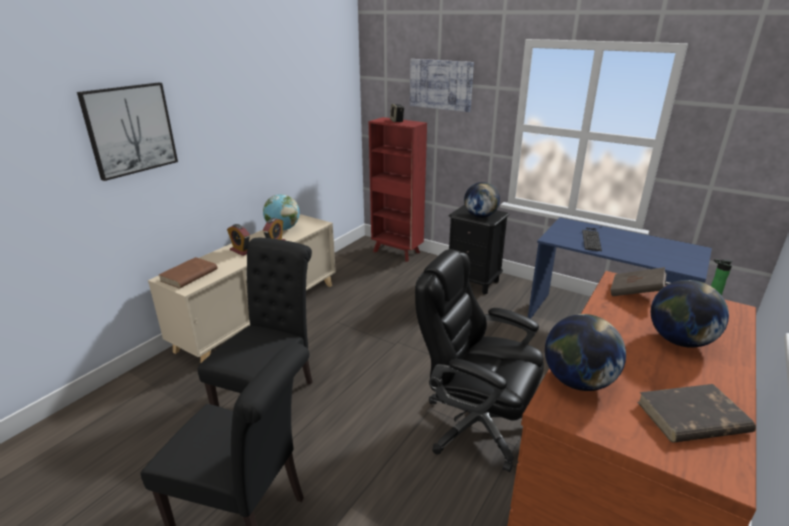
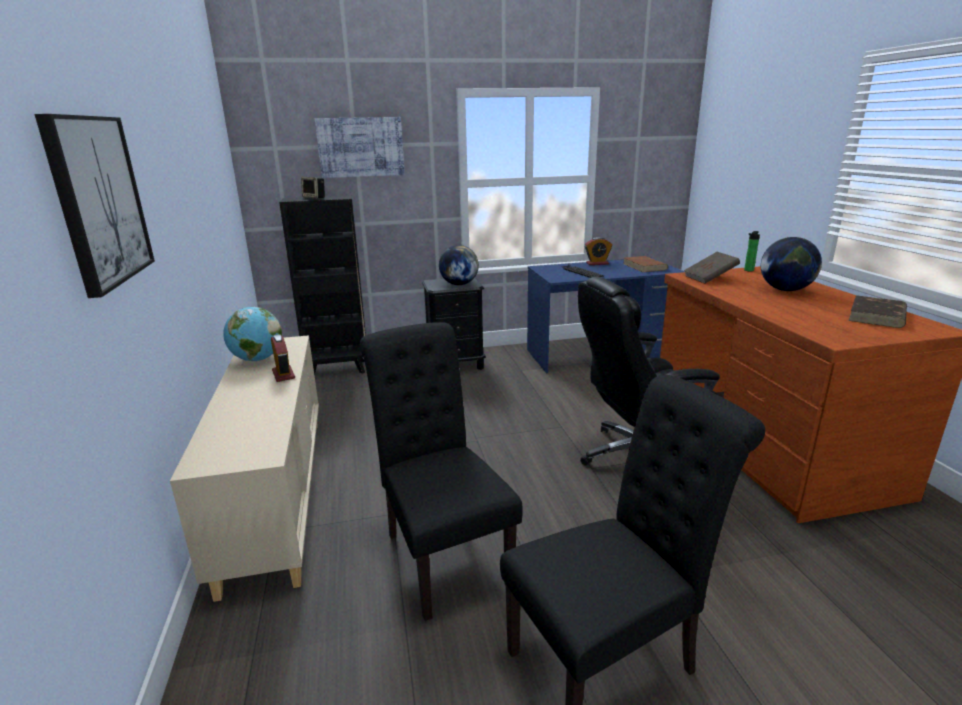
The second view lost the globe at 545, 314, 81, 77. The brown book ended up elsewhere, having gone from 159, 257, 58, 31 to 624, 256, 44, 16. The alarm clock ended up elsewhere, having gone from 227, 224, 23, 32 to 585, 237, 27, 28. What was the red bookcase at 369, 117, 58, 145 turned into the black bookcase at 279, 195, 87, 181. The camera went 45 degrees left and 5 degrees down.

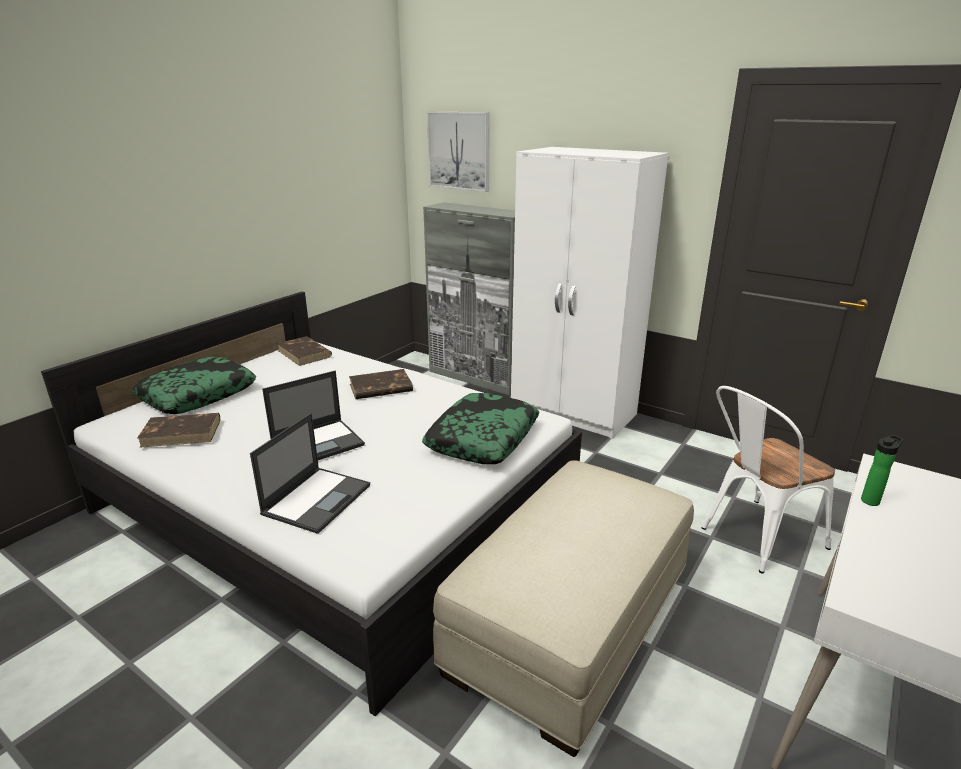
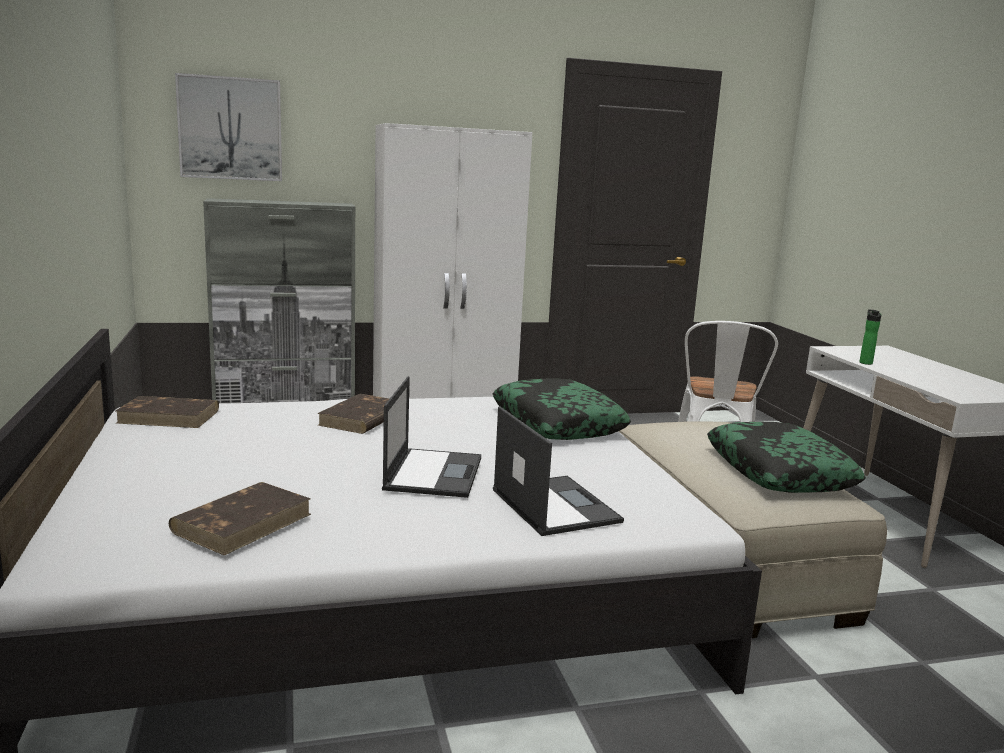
The pillow ended up elsewhere, having gone from 132, 357, 124, 57 to 707, 422, 159, 71. The camera went 50 degrees left and 10 degrees down.

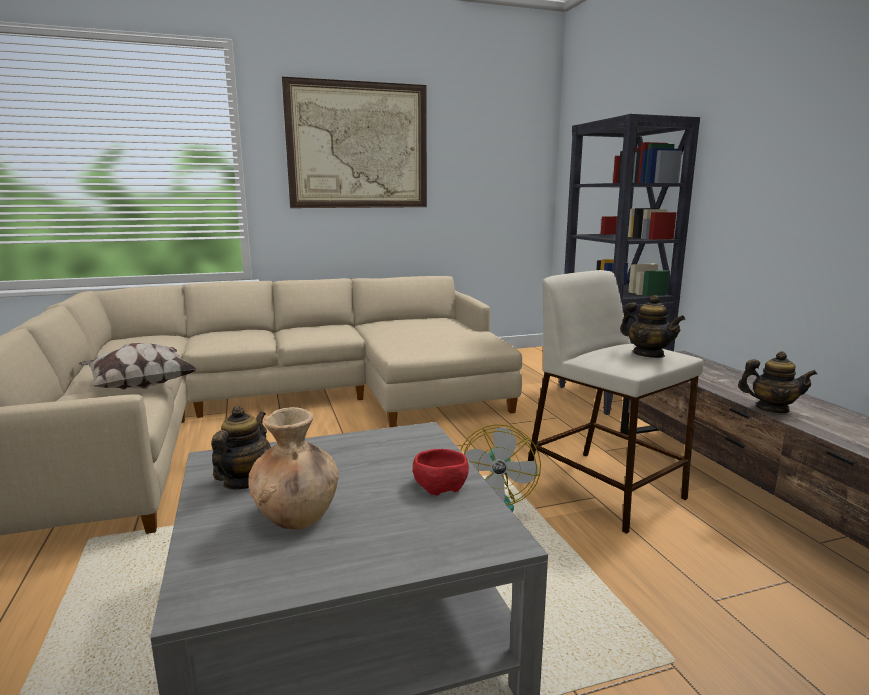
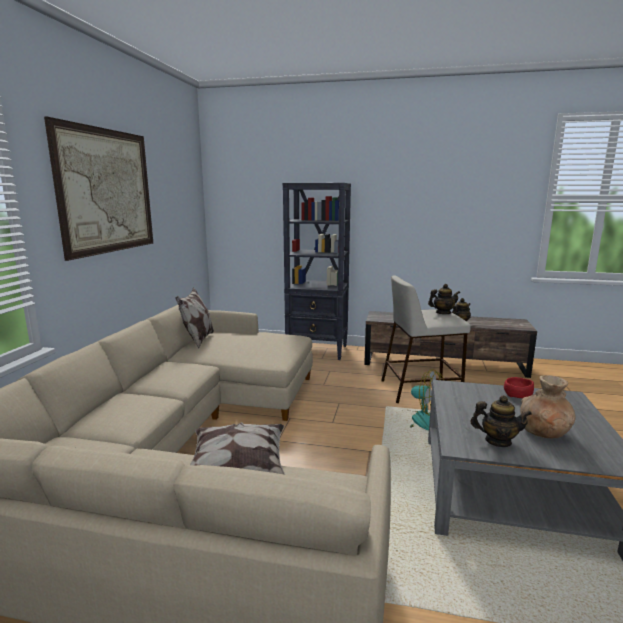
The second view gained the pillow at 175, 288, 39, 61. The teapot at 211, 405, 60, 85 ended up facing another way, 150 degrees clockwise from before. The camera went 60 degrees left and 0 degrees up.

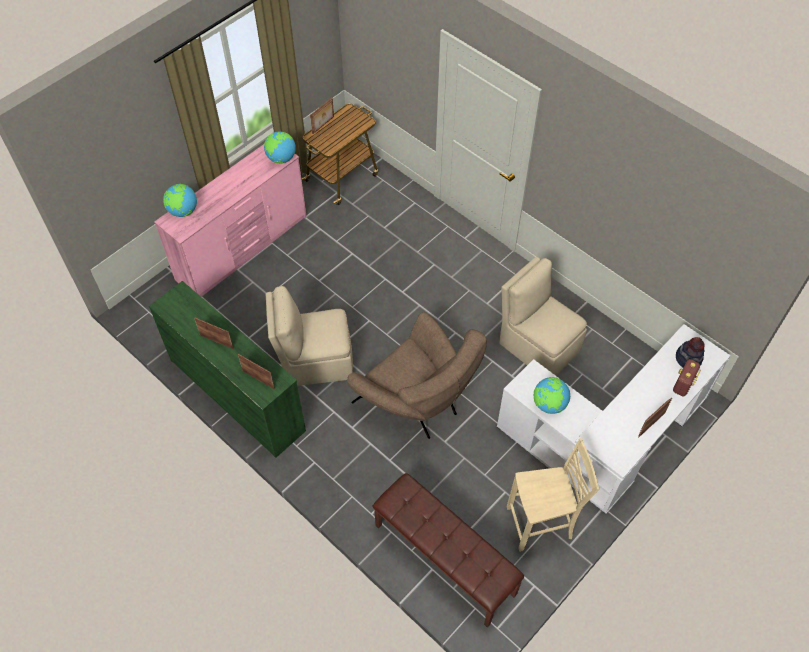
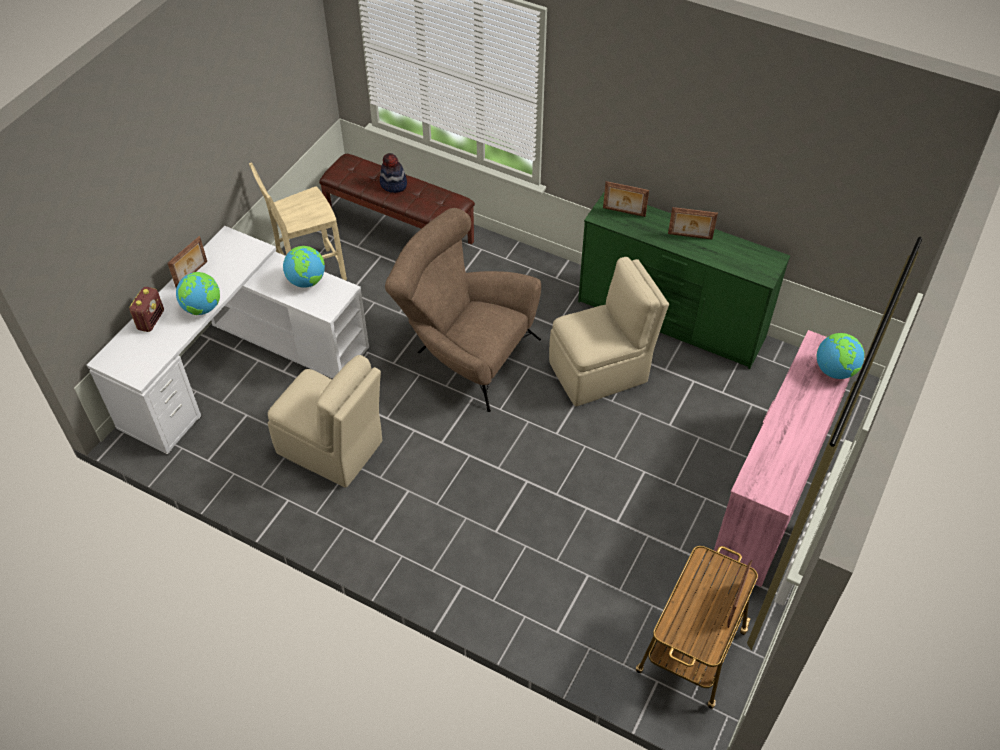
The globe ended up elsewhere, having gone from 264, 132, 32, 32 to 176, 272, 44, 43. The hat ended up elsewhere, having gone from 676, 337, 29, 30 to 379, 153, 28, 40. The camera went 165 degrees right and 5 degrees down.

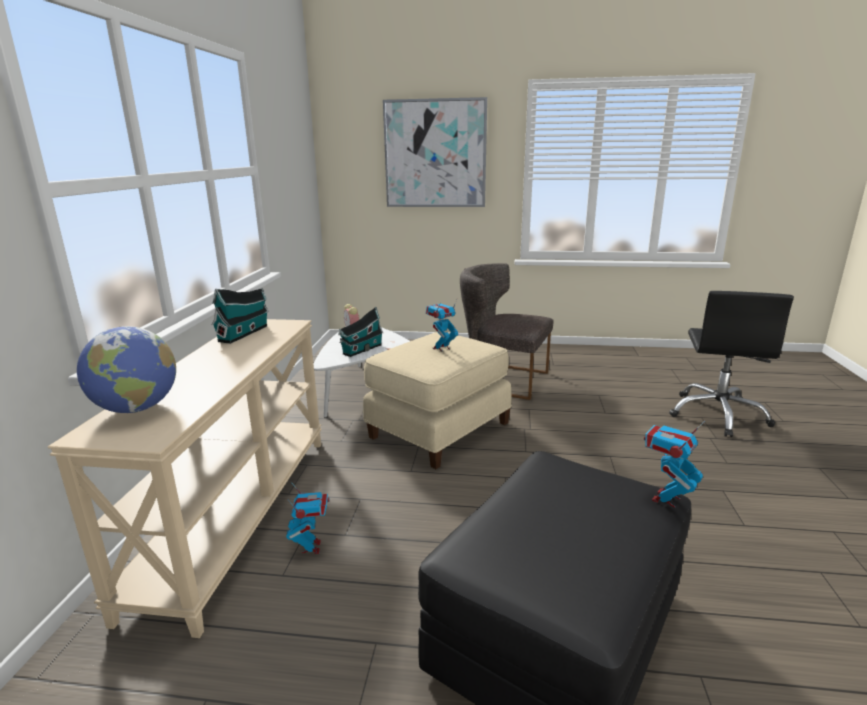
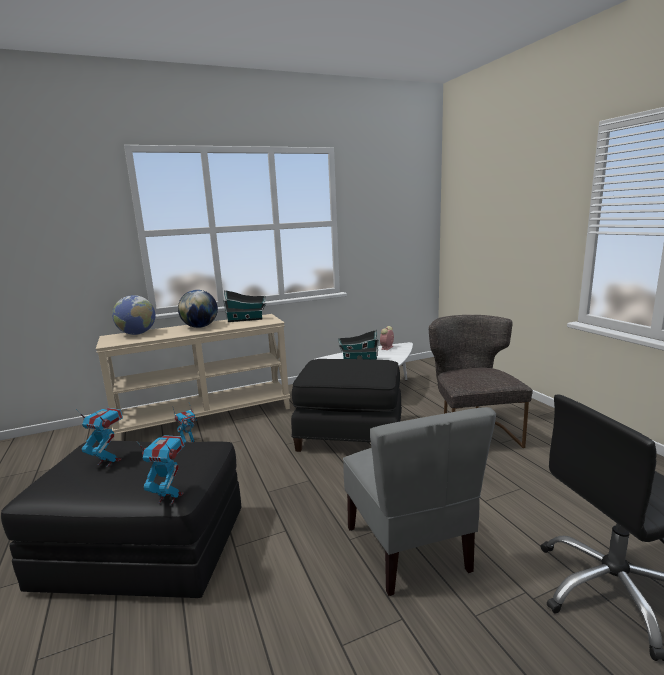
The second view lost the picture at 383, 97, 104, 110. The second view gained the globe at 178, 290, 40, 38. The second view gained the grey chair at 343, 407, 153, 189. The toy robot ended up elsewhere, having gone from 426, 300, 32, 52 to 76, 408, 47, 59. What was the beige ottoman at 363, 332, 149, 137 turned into the black ottoman at 291, 359, 111, 93. The camera went 60 degrees right and 5 degrees down.

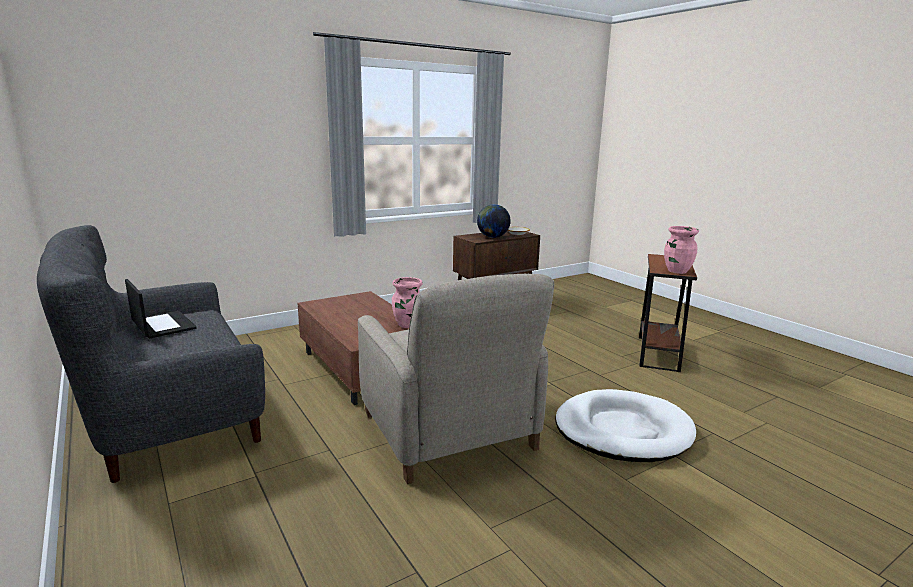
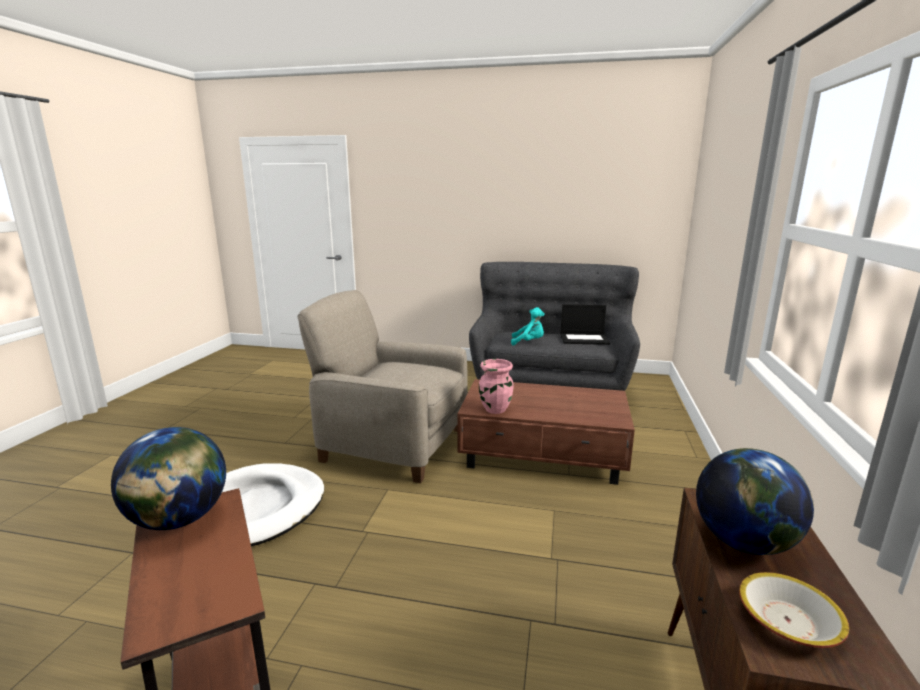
The second view gained the turquoise plush toy at 511, 307, 34, 38. Where the pink vase stood at 664, 226, 35, 48, the globe came to stand at 111, 427, 115, 103. The camera went 135 degrees right and 0 degrees up.

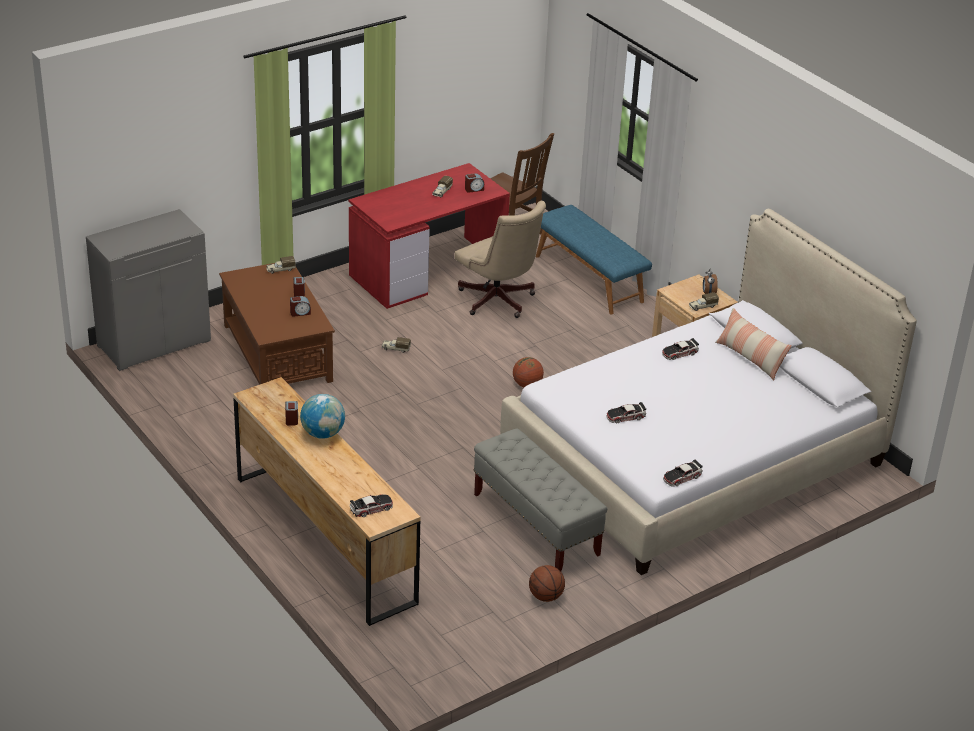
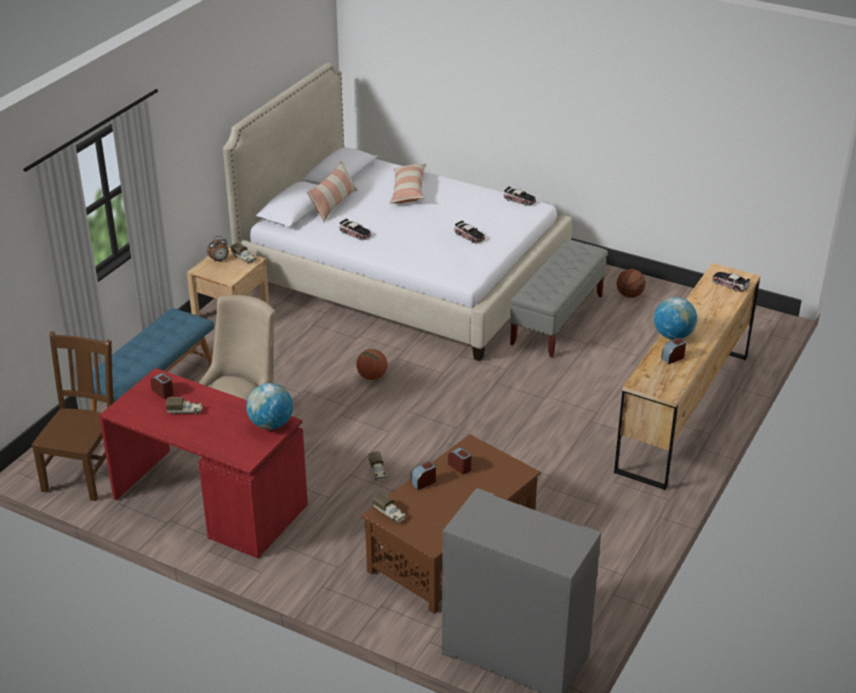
The second view gained the globe at 246, 383, 47, 47. The second view gained the pillow at 390, 164, 36, 40. The camera went 115 degrees left and 0 degrees up.

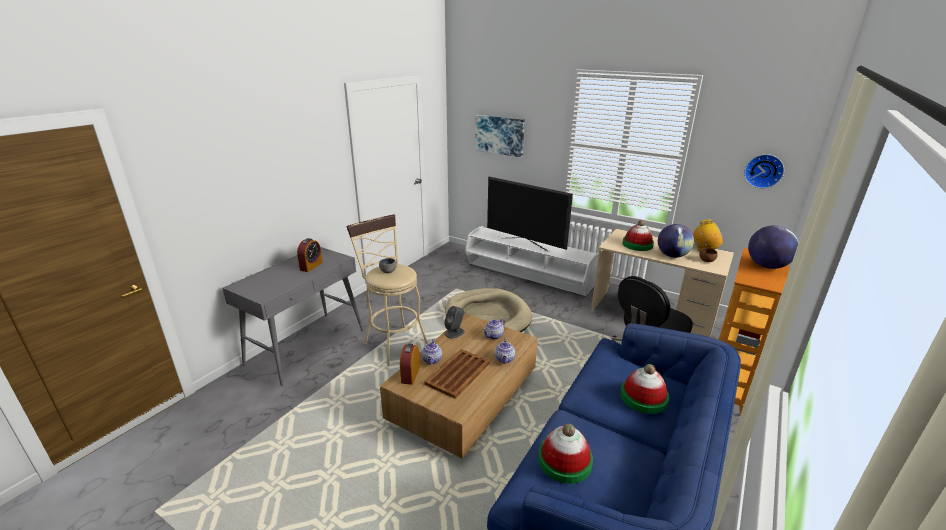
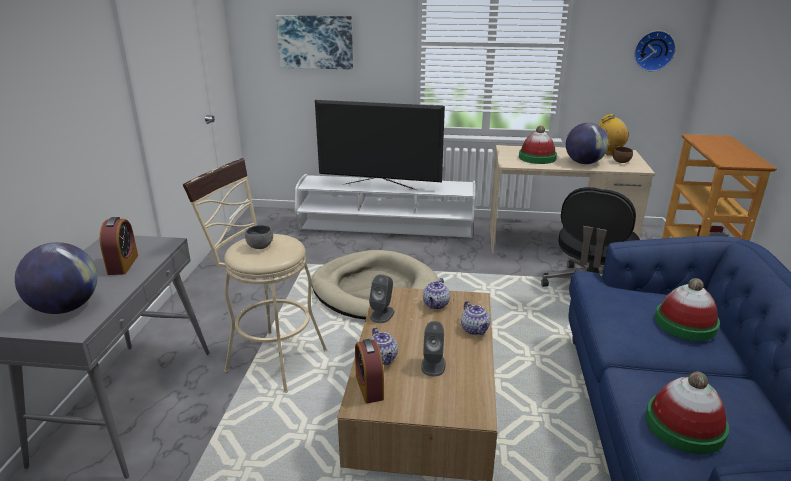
The globe ended up elsewhere, having gone from 748, 225, 51, 44 to 15, 242, 82, 72. Where the brown tray stood at 425, 349, 65, 50, the grey speaker came to stand at 421, 321, 25, 55. The camera went 25 degrees left and 0 degrees up.

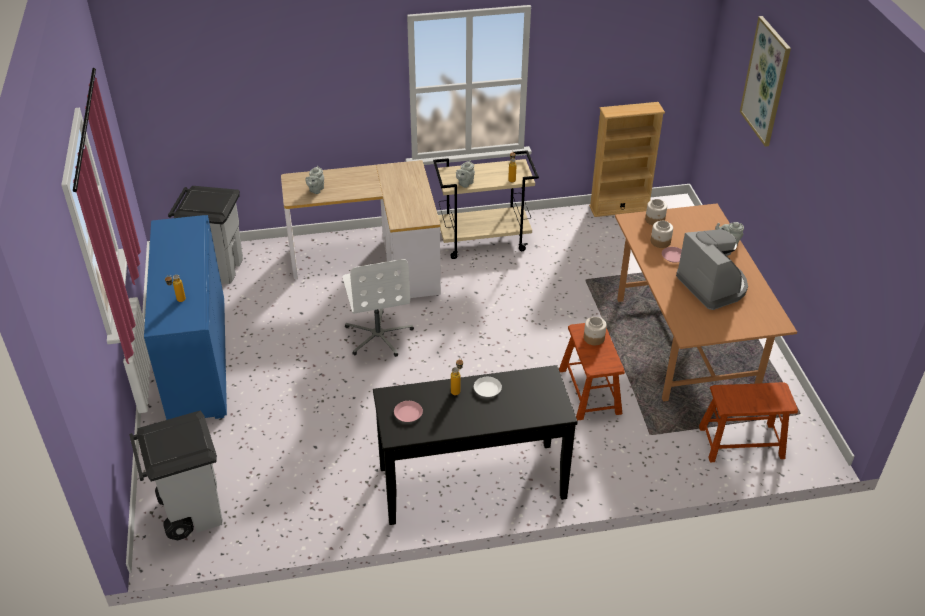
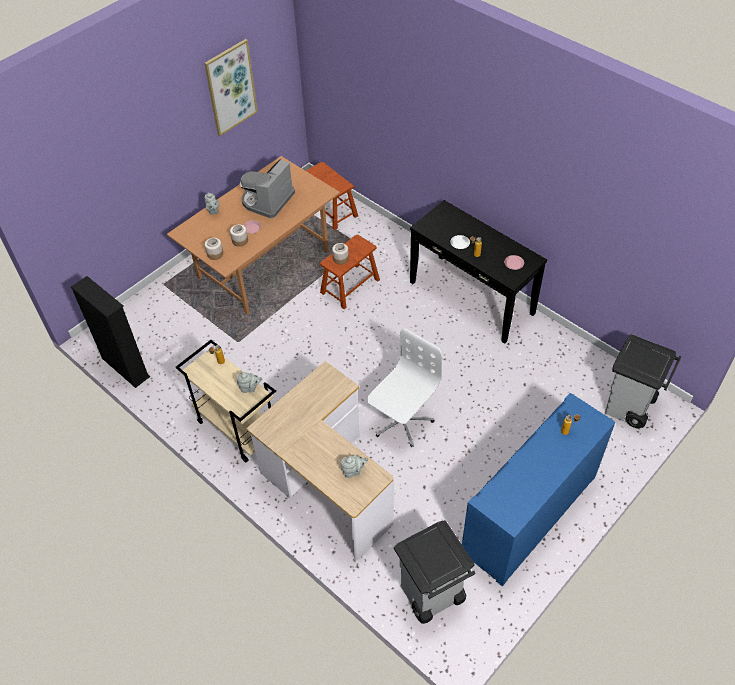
The picture ended up elsewhere, having gone from 740, 16, 51, 131 to 204, 39, 54, 97. What was the beige bookcase at 589, 102, 76, 115 turned into the black bookcase at 71, 276, 79, 112. The camera went 125 degrees left and 10 degrees up.

